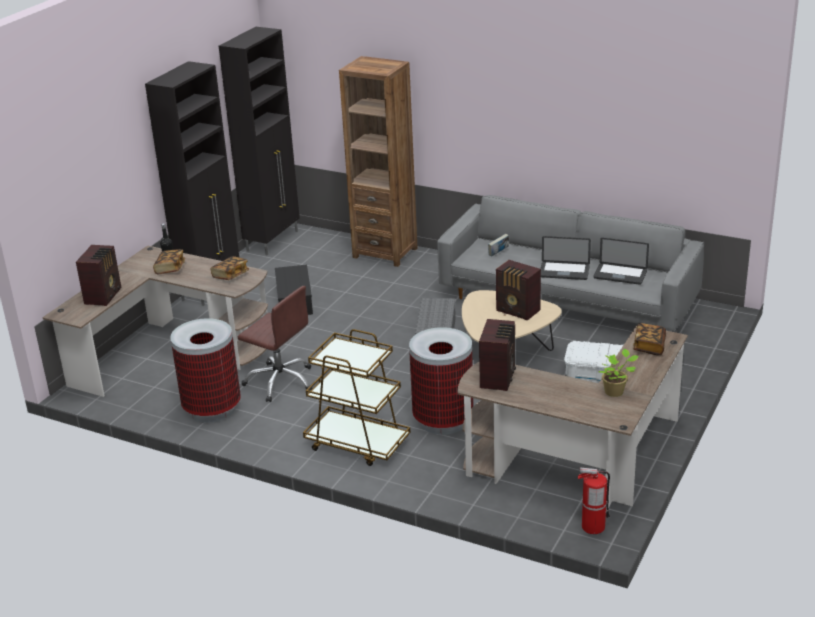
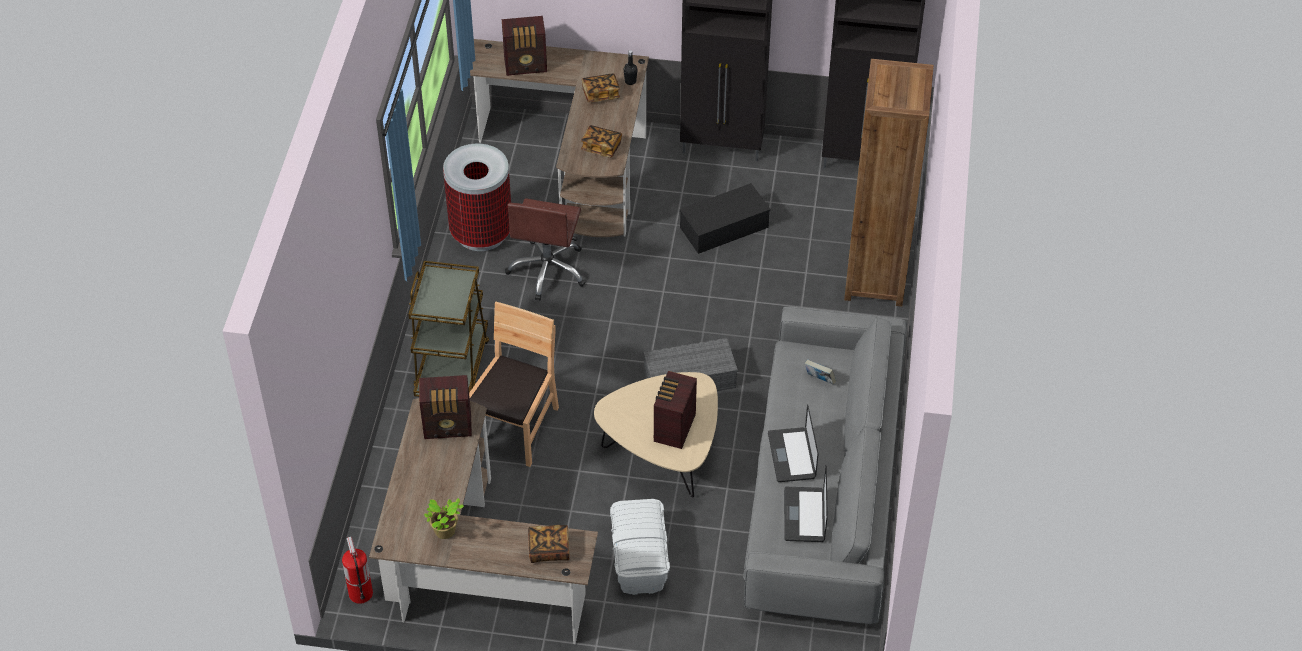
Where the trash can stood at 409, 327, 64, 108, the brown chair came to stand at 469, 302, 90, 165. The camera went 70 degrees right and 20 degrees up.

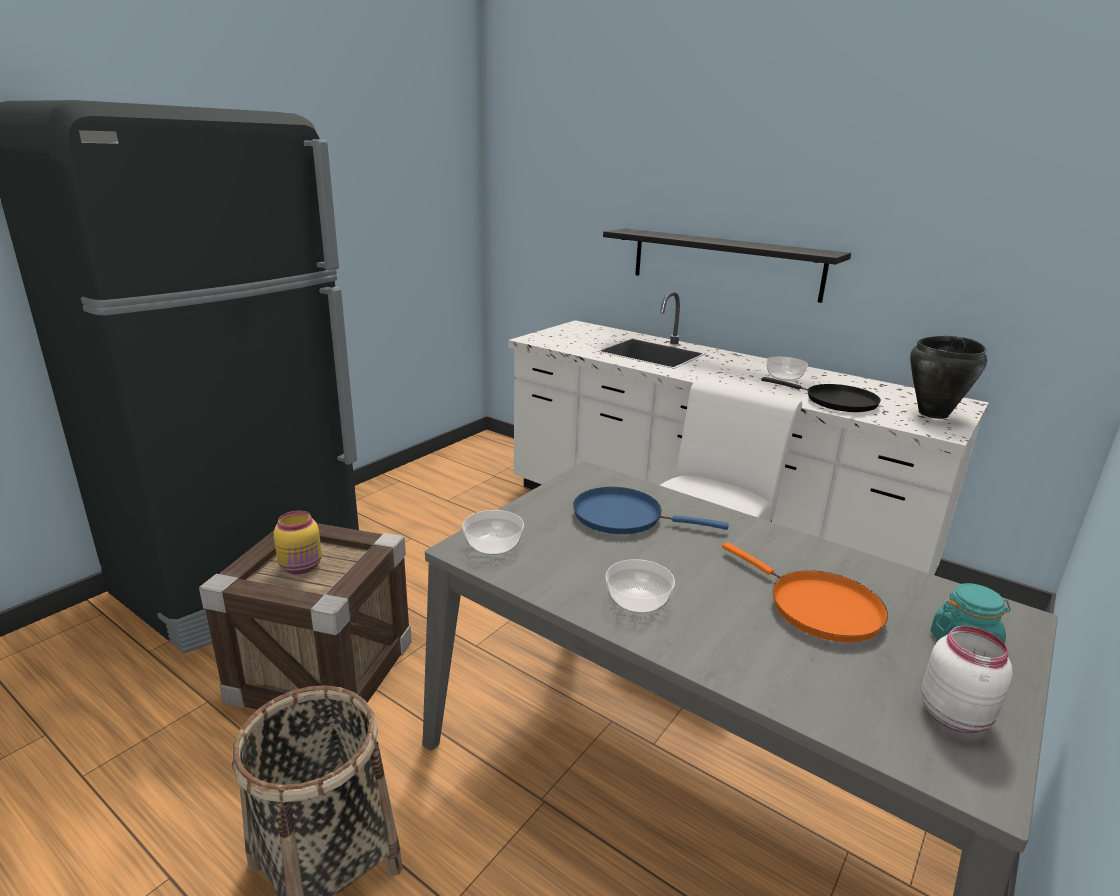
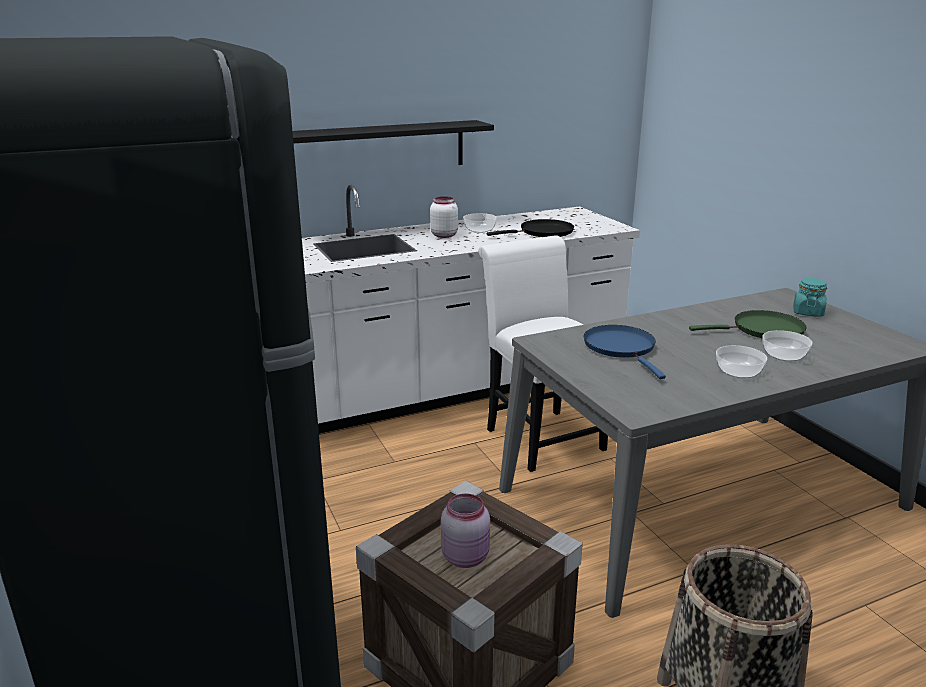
The second view lost the black cooking pot at 910, 336, 77, 83. The bowl ended up elsewhere, having gone from 462, 510, 62, 45 to 762, 330, 50, 31. The white jar ended up elsewhere, having gone from 921, 626, 92, 107 to 430, 196, 28, 42. What was the yellow jar at 273, 511, 49, 63 turned into the pink jar at 441, 494, 49, 74. What was the orange frying pan at 722, 542, 166, 100 turned into the green frying pan at 689, 310, 118, 28. The blue frying pan at 573, 487, 156, 47 ended up facing another way, 120 degrees clockwise from before. The camera went 60 degrees left and 0 degrees up.

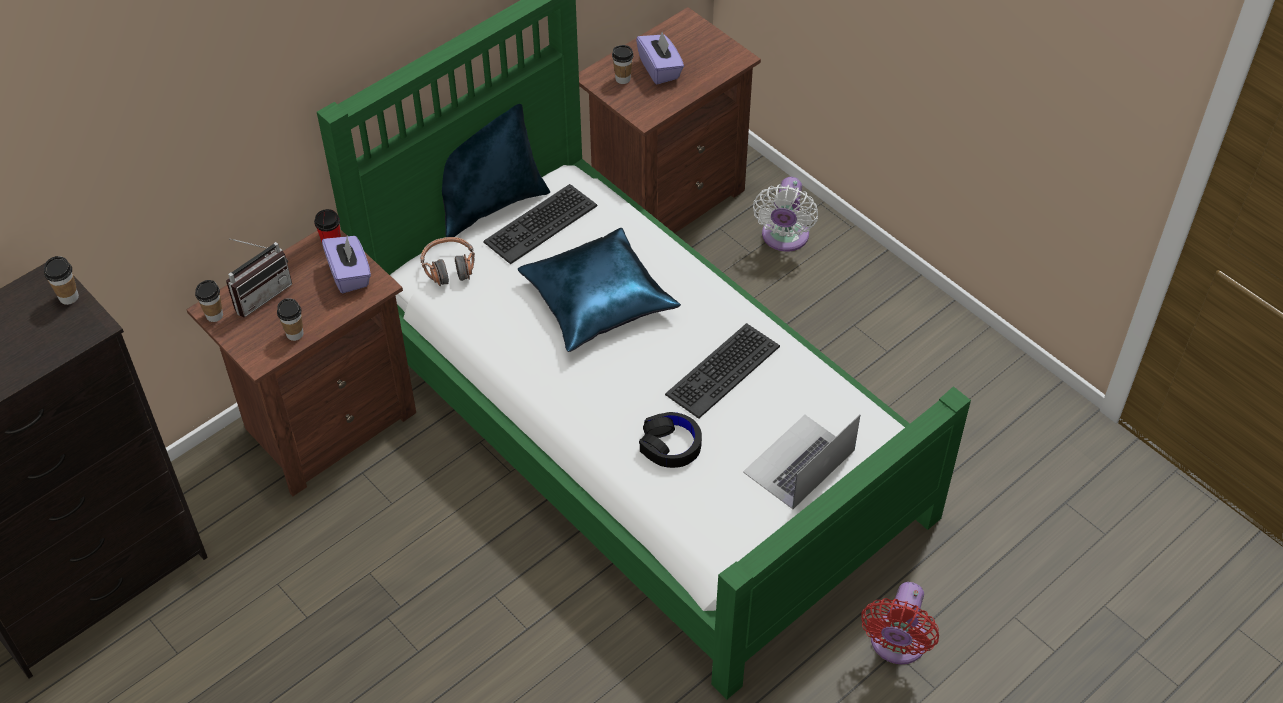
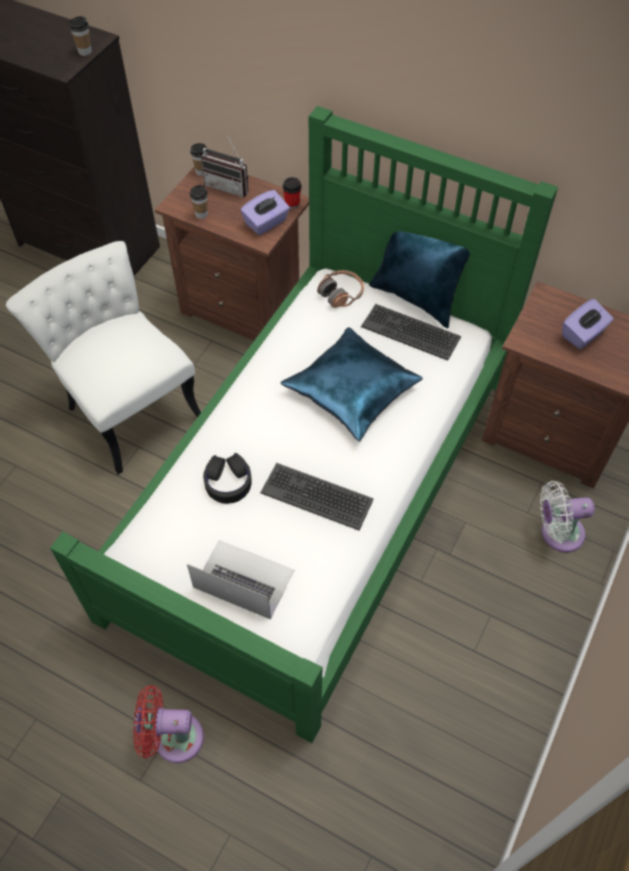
The second view lost the cup at 612, 45, 21, 39. The second view gained the white chair at 6, 241, 195, 233. The camera went 70 degrees right and 5 degrees up.

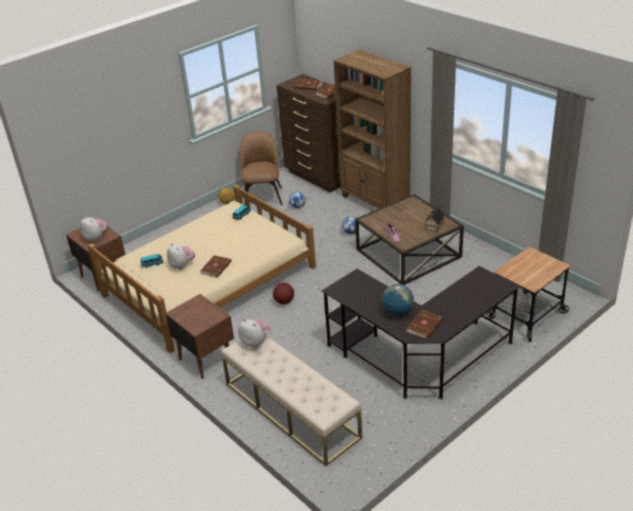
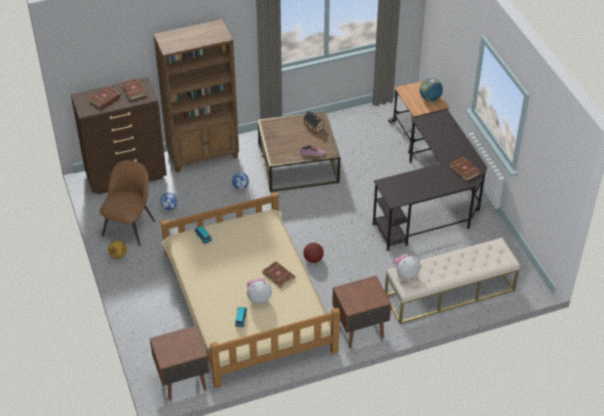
The second view lost the plush toy at 80, 216, 28, 26. The globe ended up elsewhere, having gone from 382, 284, 32, 32 to 420, 78, 23, 23. The brown chair at 239, 131, 44, 75 ended up facing another way, 90 degrees clockwise from before. The camera went 70 degrees left and 10 degrees up.

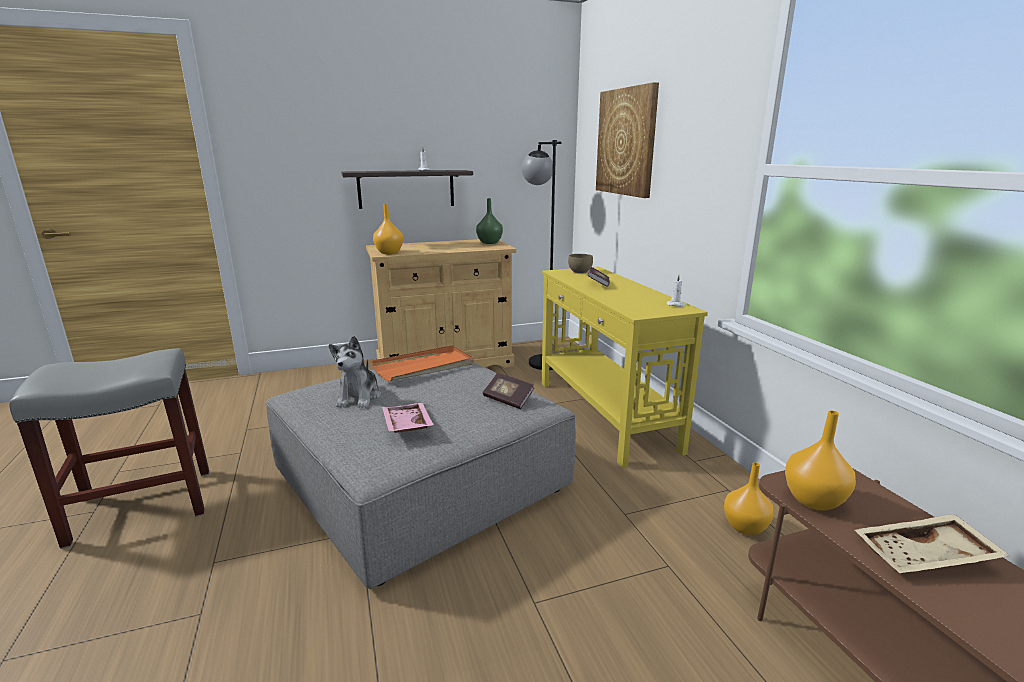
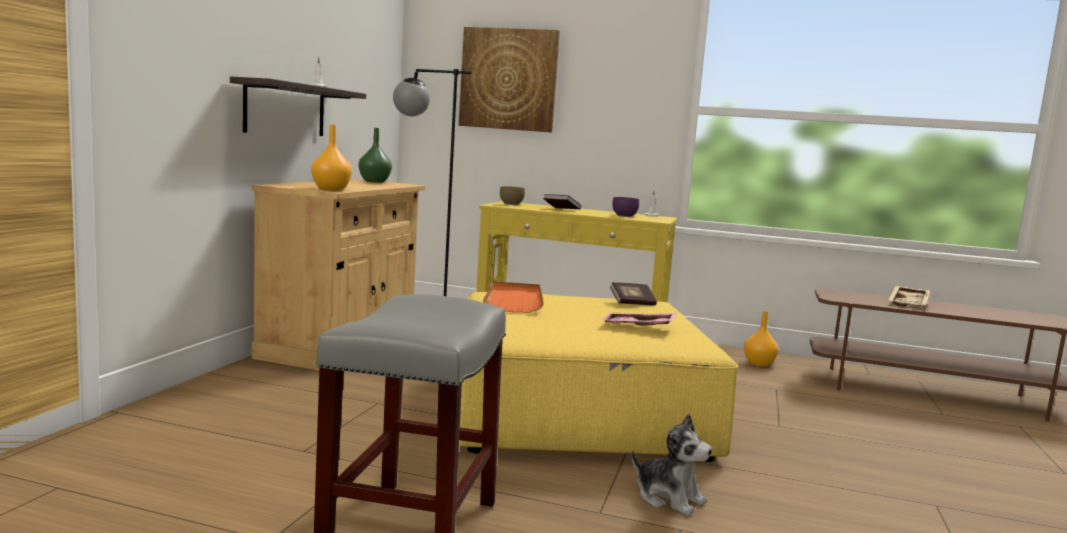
The second view lost the orange vase at 785, 410, 71, 101. The second view gained the purple bowl at 612, 197, 27, 20. The plush toy ended up elsewhere, having gone from 329, 336, 52, 72 to 631, 414, 81, 102. What was the grey ottoman at 266, 362, 310, 227 turned into the yellow ottoman at 459, 292, 280, 170. The camera went 55 degrees left and 10 degrees down.

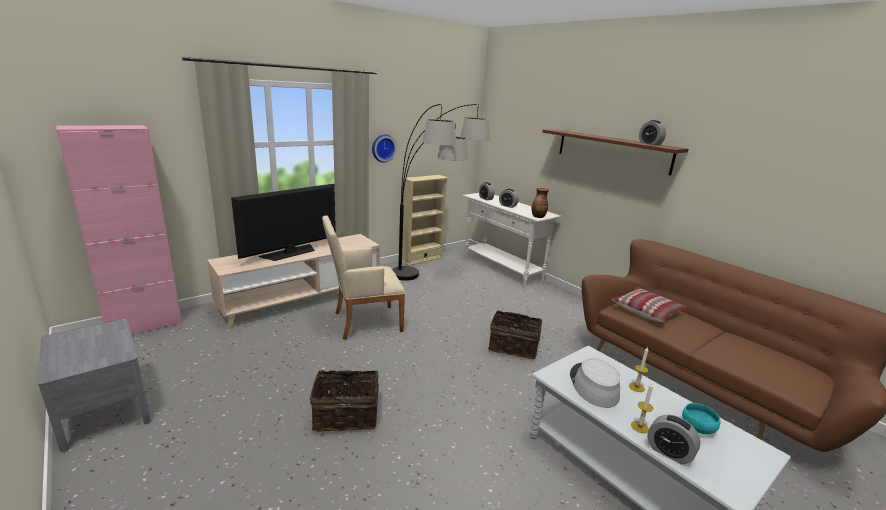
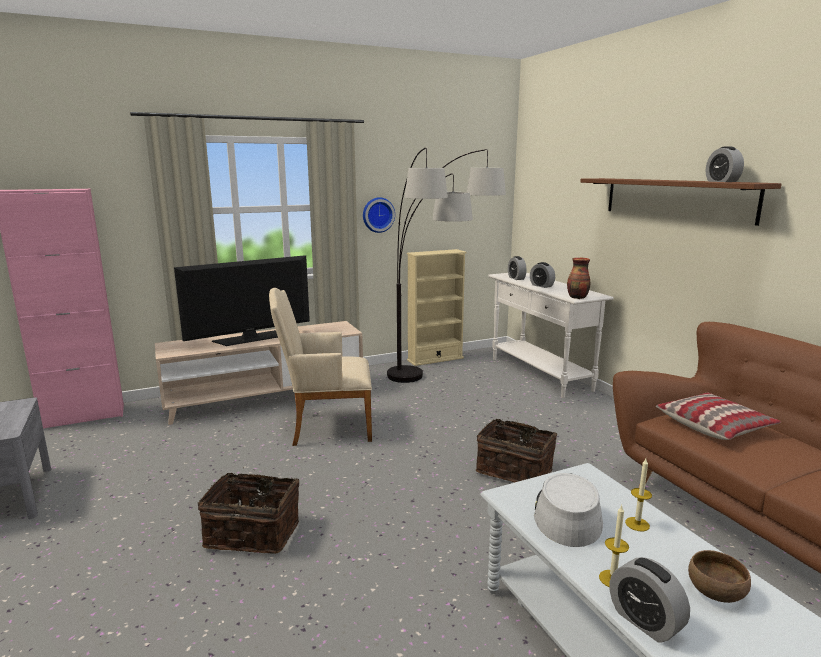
What was the turquoise bowl at 682, 403, 38, 31 turned into the brown bowl at 688, 550, 63, 53. The camera went 15 degrees right and 5 degrees down.

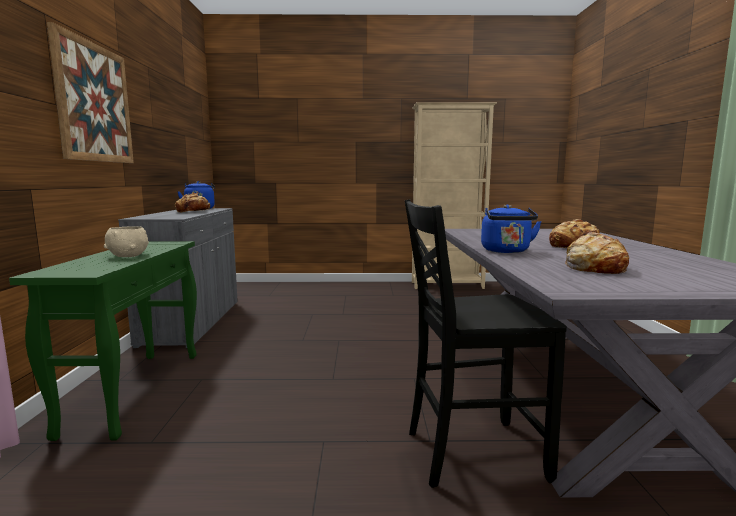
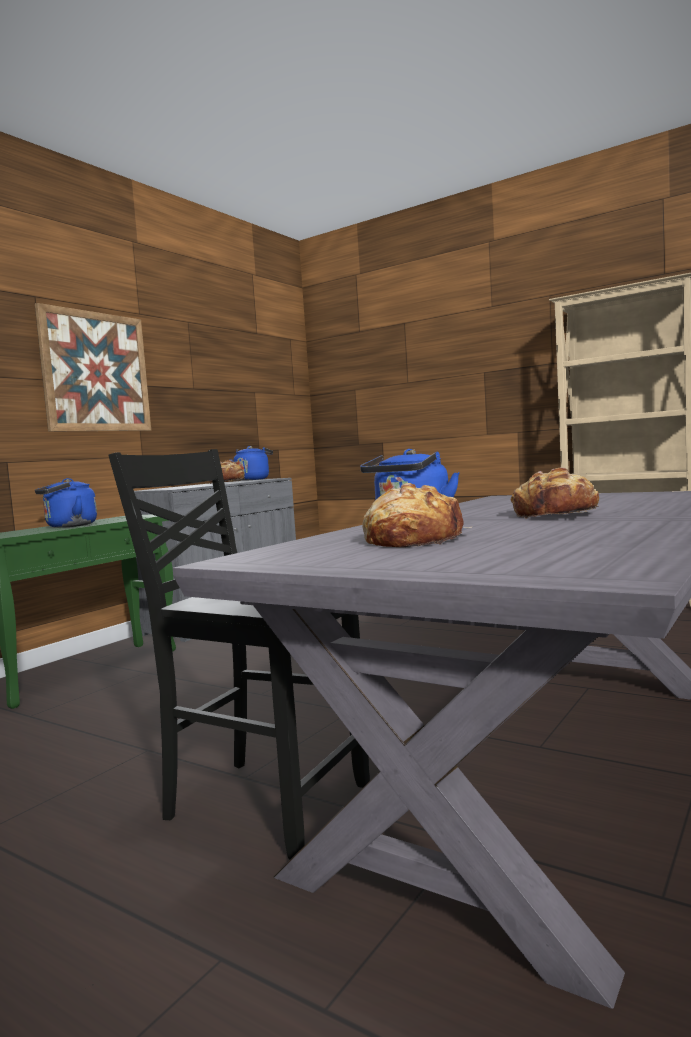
Where the beige bowl stood at 104, 226, 45, 31, the blue kettle came to stand at 35, 478, 62, 50. The camera went 35 degrees right and 5 degrees down.

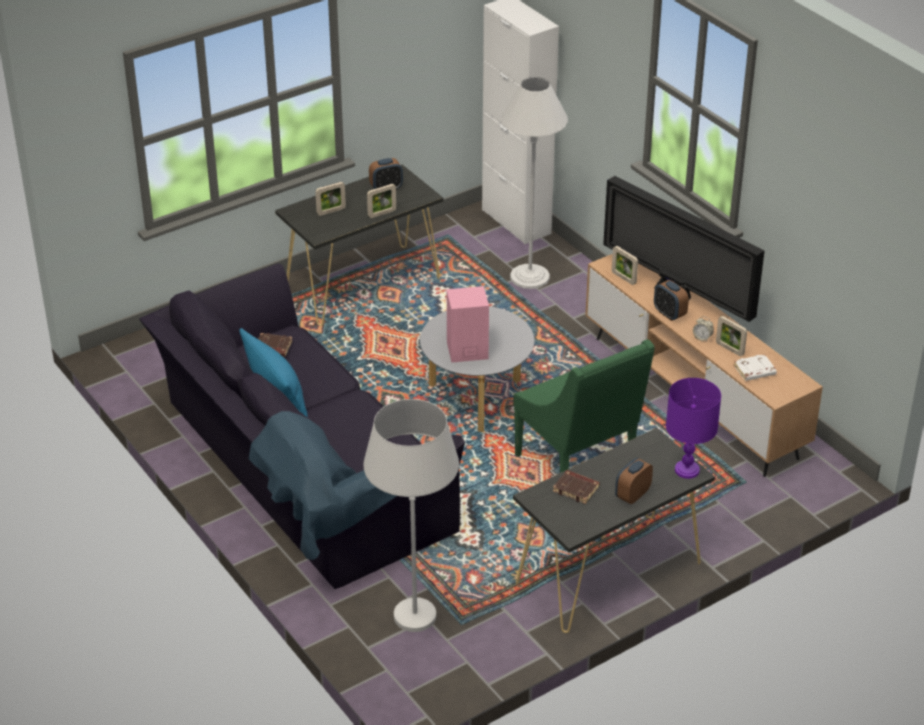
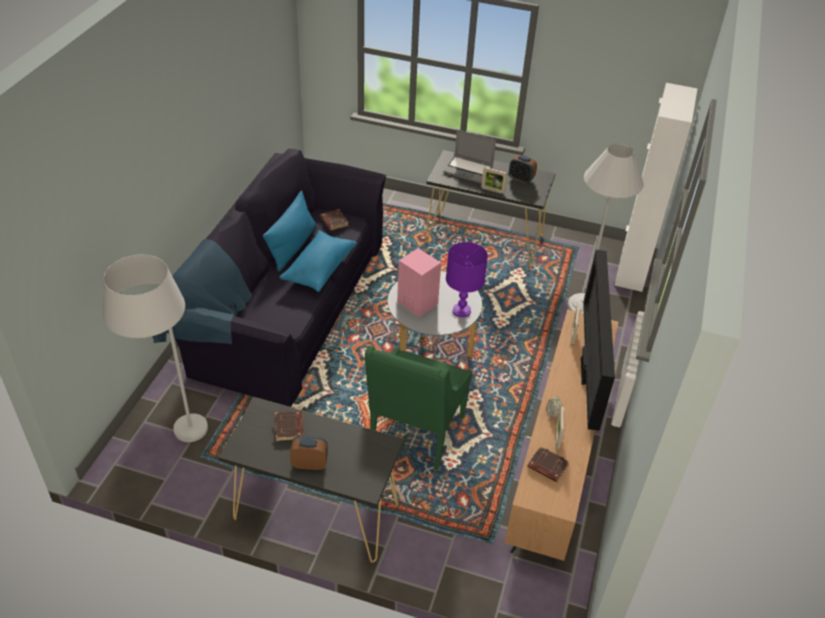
The second view lost the alarm clock at 654, 280, 35, 41. The second view gained the blue pillow at 279, 230, 78, 62. The purple table lamp ended up elsewhere, having gone from 666, 378, 55, 101 to 446, 242, 42, 75. Where the picture frame stood at 315, 182, 31, 34, the laptop came to stand at 443, 129, 53, 54. What was the white book at 734, 354, 43, 27 turned into the brown book at 527, 446, 43, 36. The camera went 50 degrees right and 5 degrees up.

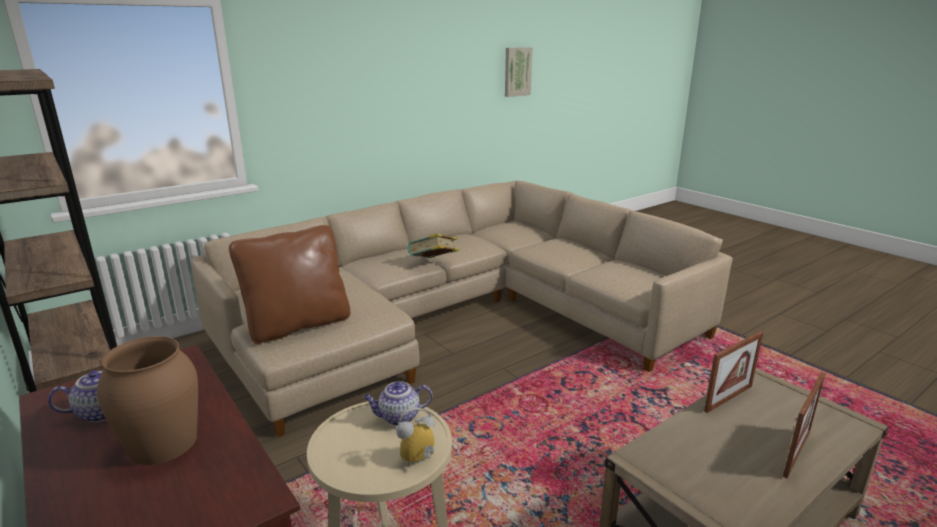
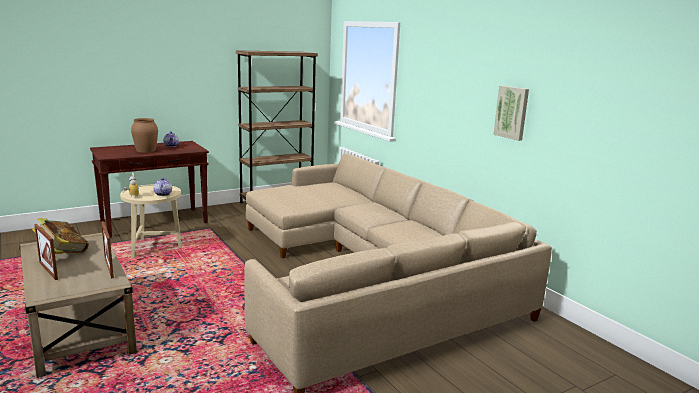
The second view lost the brown pillow at 229, 225, 121, 119. The book ended up elsewhere, having gone from 408, 233, 51, 25 to 32, 218, 57, 36. The picture ended up elsewhere, having gone from 505, 47, 27, 50 to 493, 86, 36, 55. The camera went 95 degrees right and 5 degrees down.

